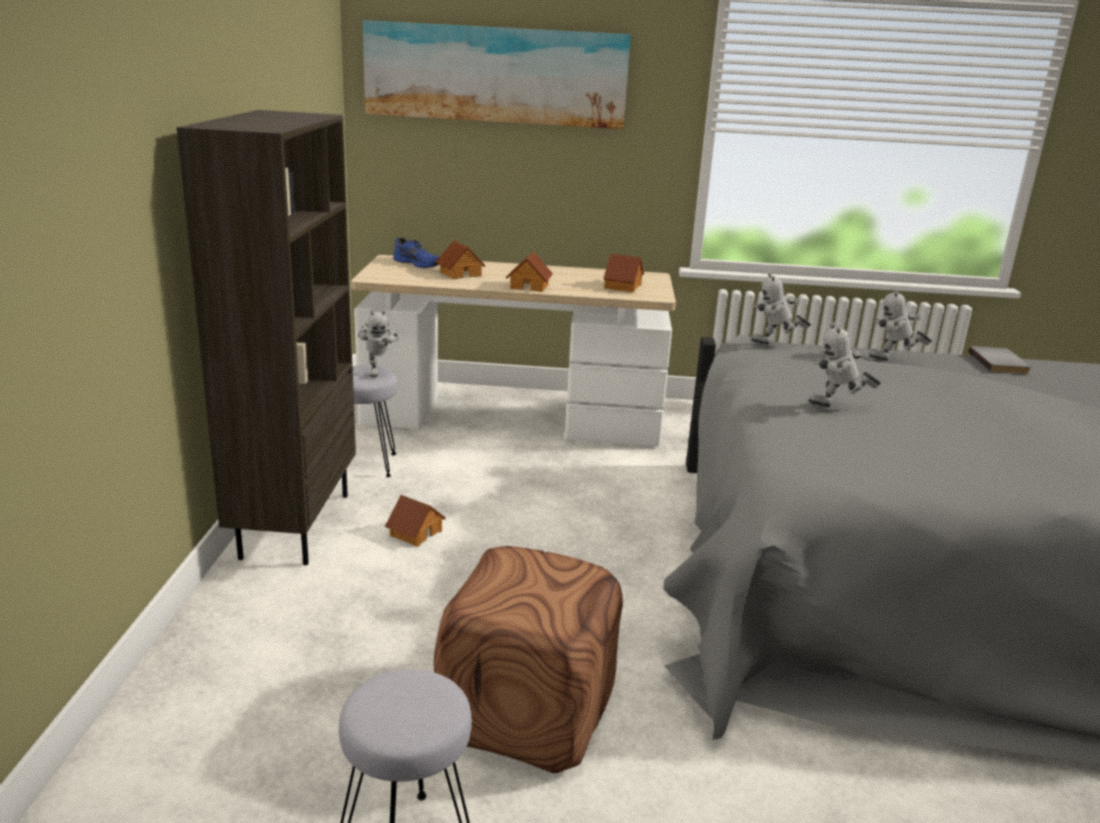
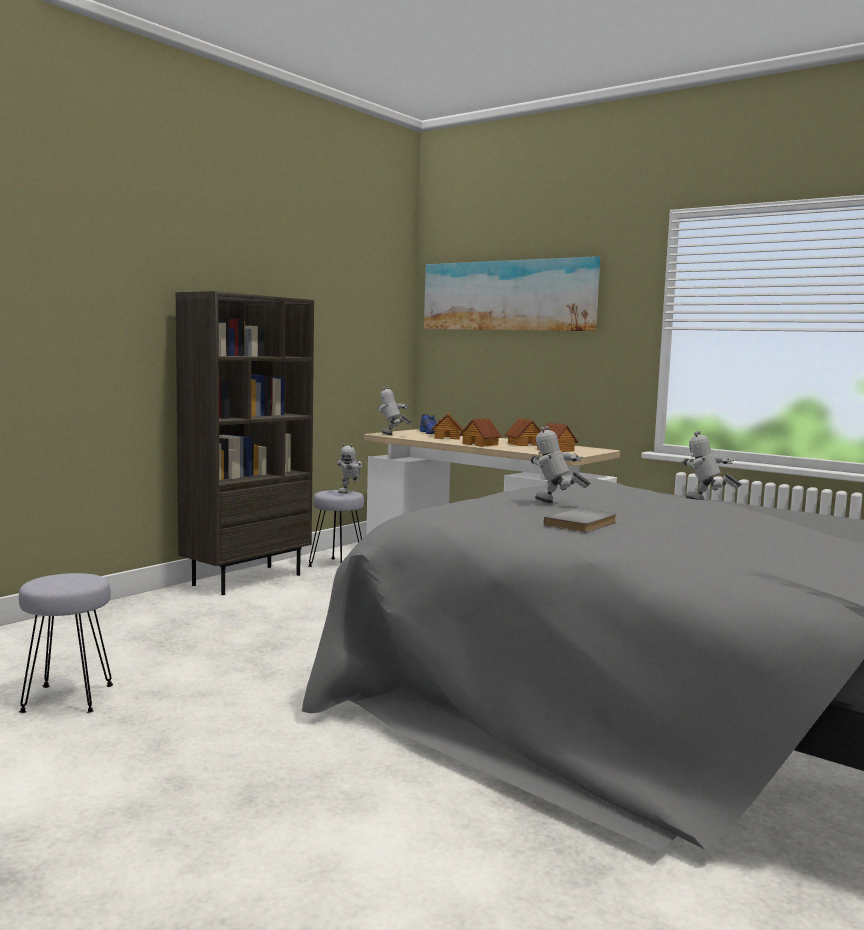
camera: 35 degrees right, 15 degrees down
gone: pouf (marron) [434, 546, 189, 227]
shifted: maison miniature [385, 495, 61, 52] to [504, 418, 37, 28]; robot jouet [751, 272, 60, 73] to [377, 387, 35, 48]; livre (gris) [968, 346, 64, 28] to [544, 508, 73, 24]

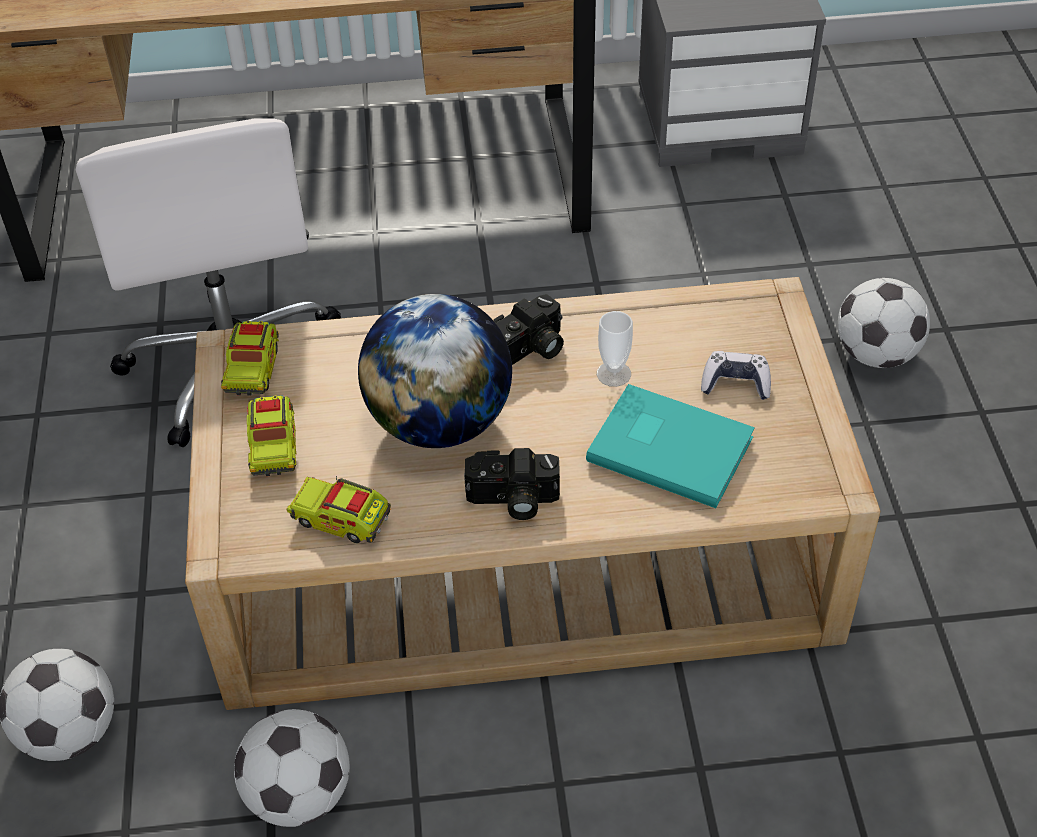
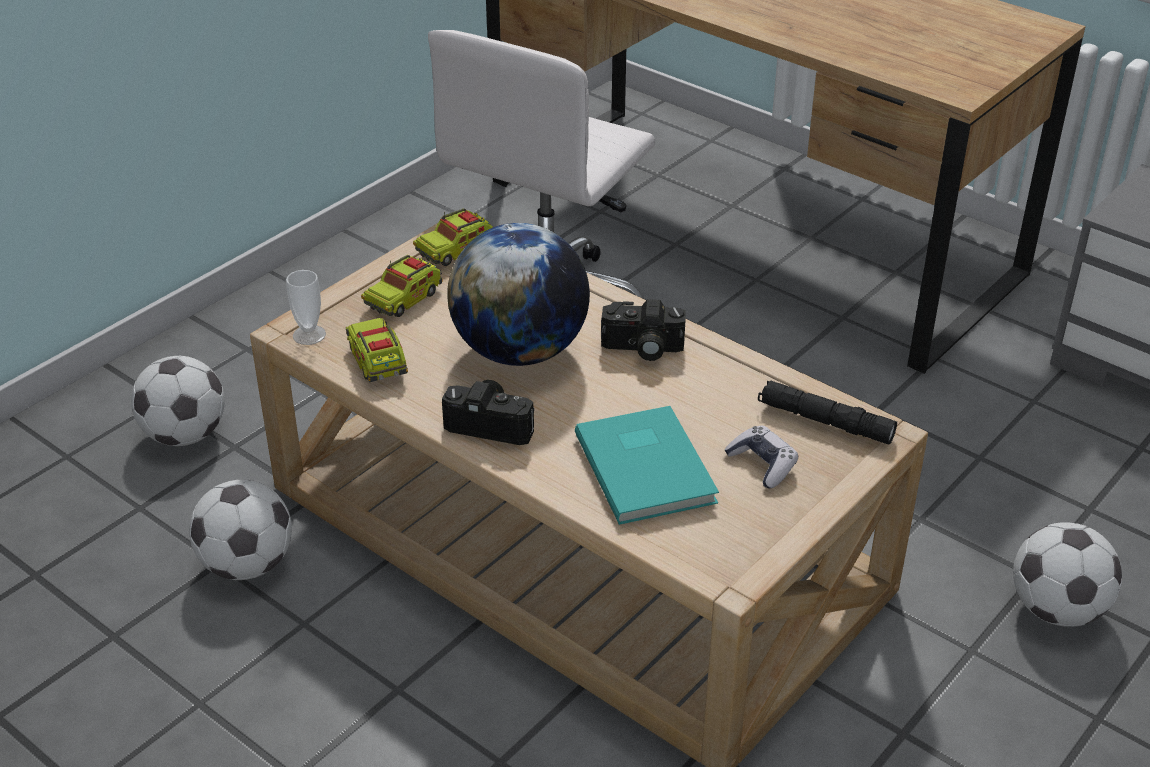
camera: 45 degrees right, 10 degrees down
new: lampe de poche (noir) [758, 381, 139, 63]
shifted: tasse [597, 311, 36, 76] to [286, 270, 40, 75]
rotated: appareil photo [464, 448, 96, 72] = [442, 380, 92, 65] 150 degrees clockwise

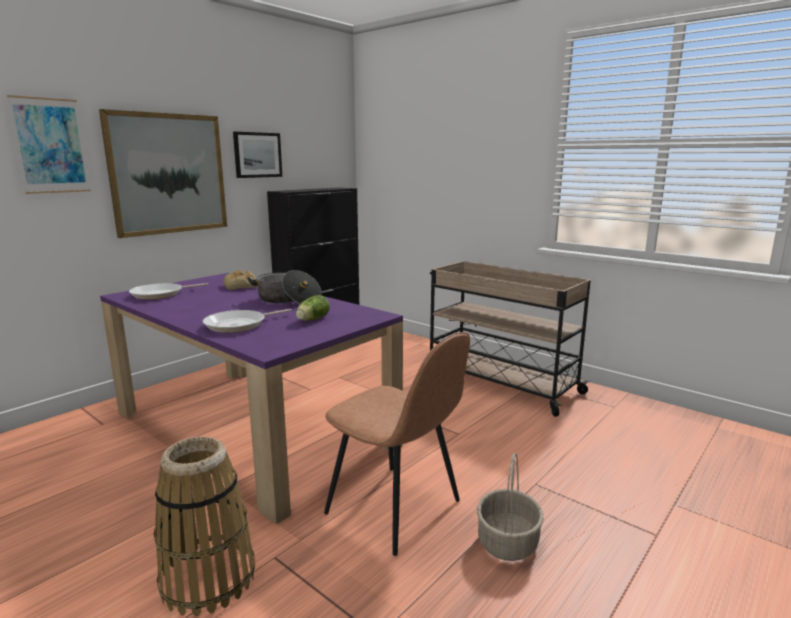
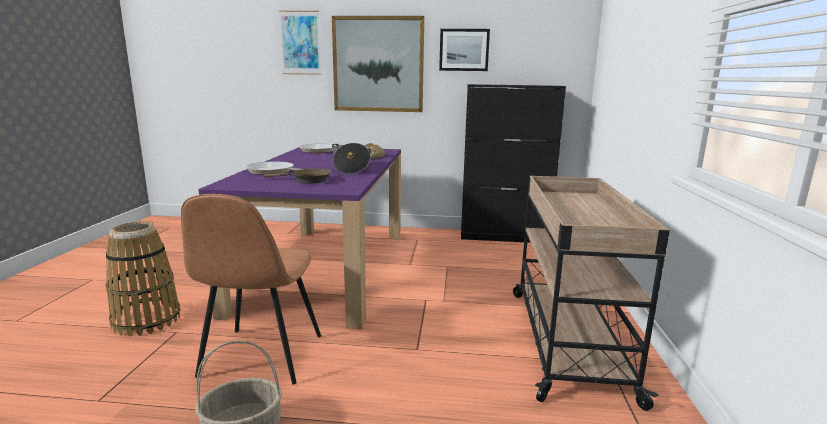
camera: 55 degrees right, 0 degrees up
swapped: laitue [296, 295, 34, 26] to poêle (marron) [264, 169, 67, 15]

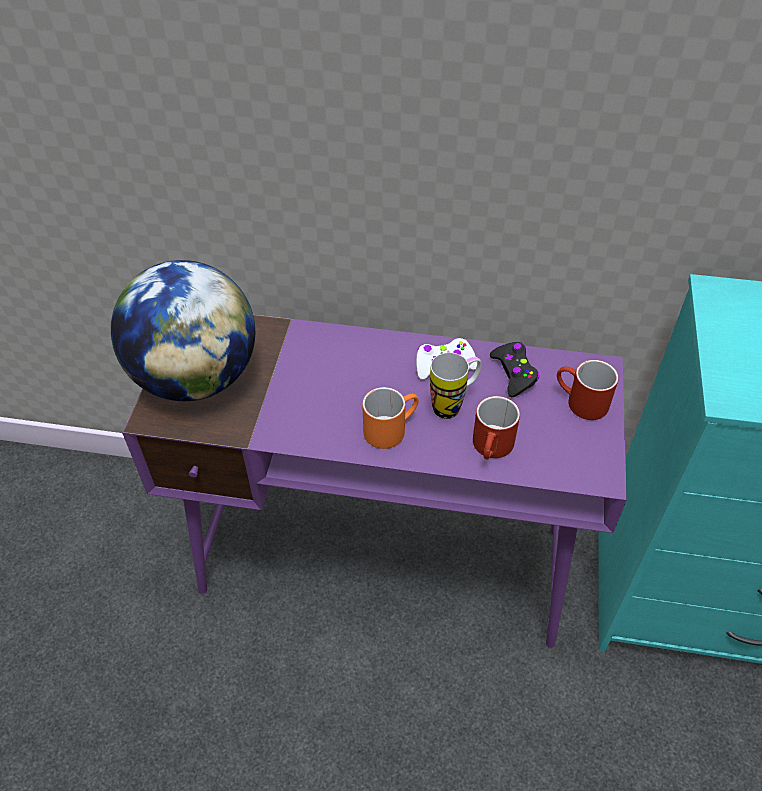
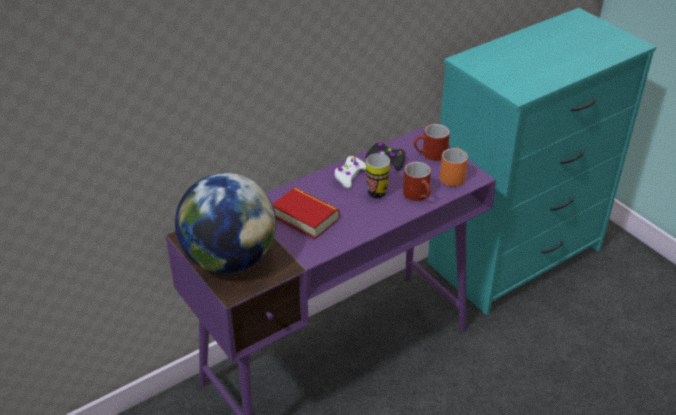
camera: 45 degrees left, 10 degrees down
new: livre [273, 187, 66, 52]
shifted: mug (orange) [362, 387, 57, 62] to [440, 147, 28, 40]

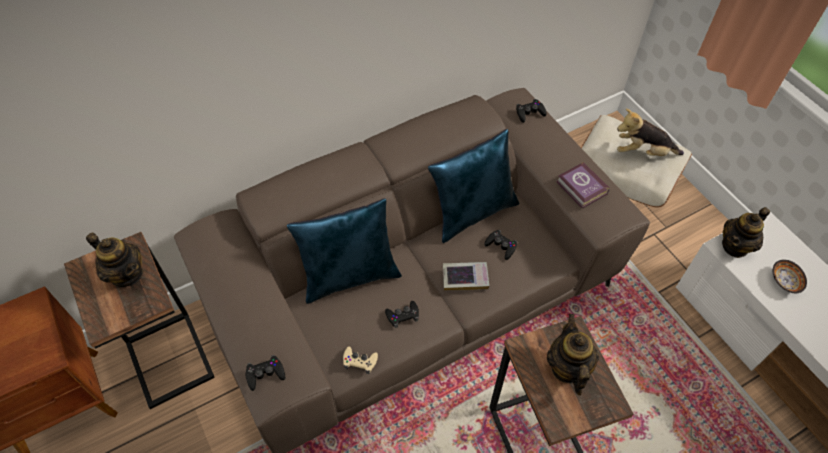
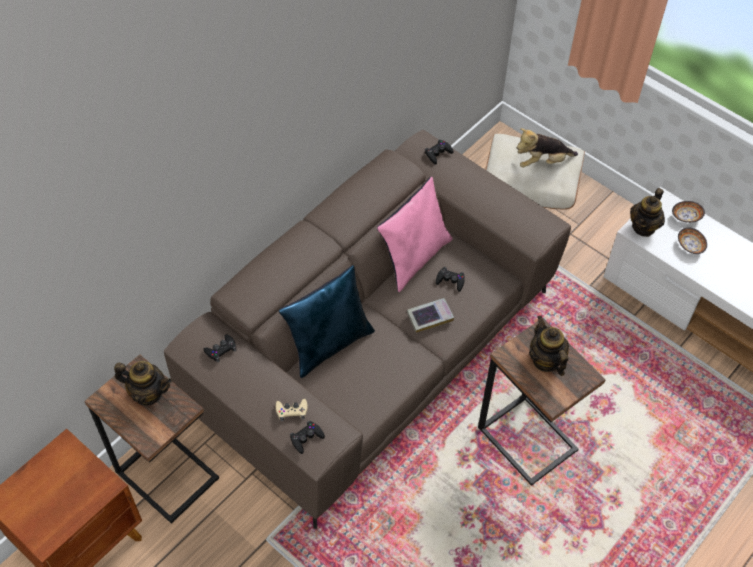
camera: 20 degrees left, 0 degrees up
gone: livre [556, 162, 54, 47]
new: bol [672, 201, 33, 22]
shifted: manette (beige) [343, 346, 35, 28] to [276, 399, 32, 22]; manette (noir) [385, 301, 34, 27] to [203, 334, 33, 28]
repainted: coussin (bleu) [428, 129, 91, 114] to coussin (rose) [377, 176, 76, 116]

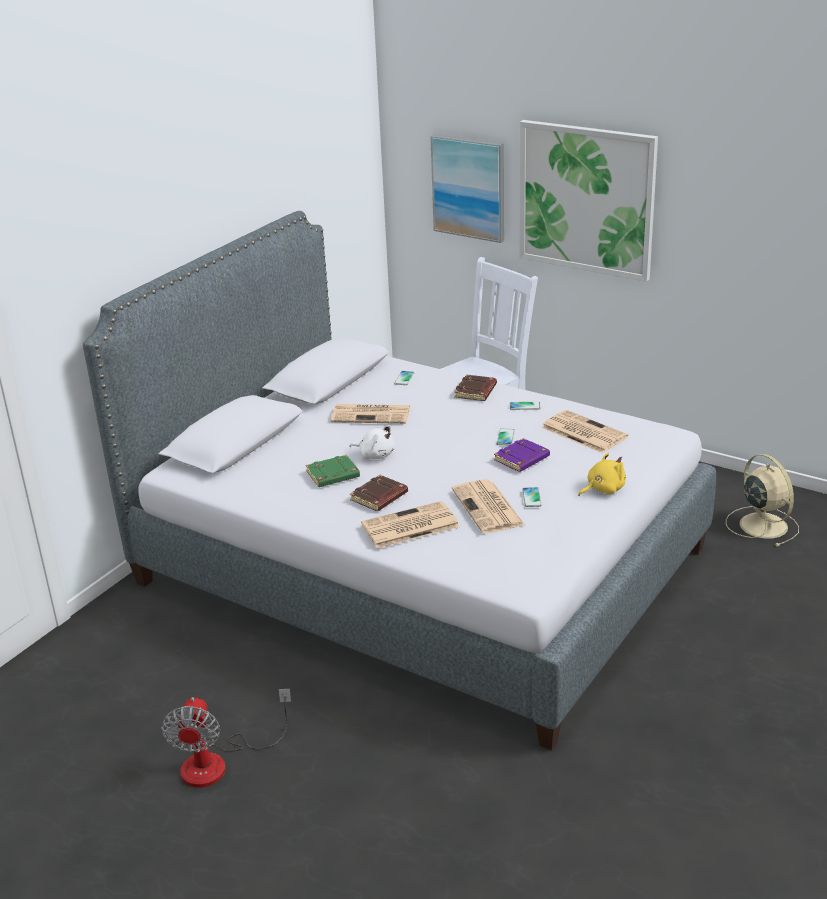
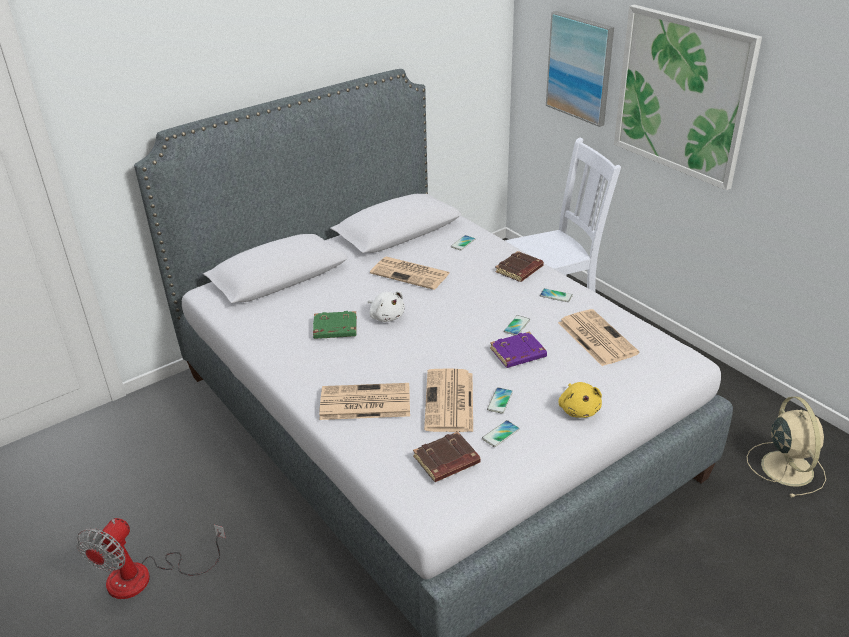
camera: 20 degrees right, 5 degrees up
new: téléphone [482, 420, 38, 27]
shifted: livre (marron) [350, 475, 58, 36] to [413, 431, 68, 51]
rotated: peluche (jaune) [578, 452, 48, 44] = [558, 382, 44, 36] 90 degrees clockwise

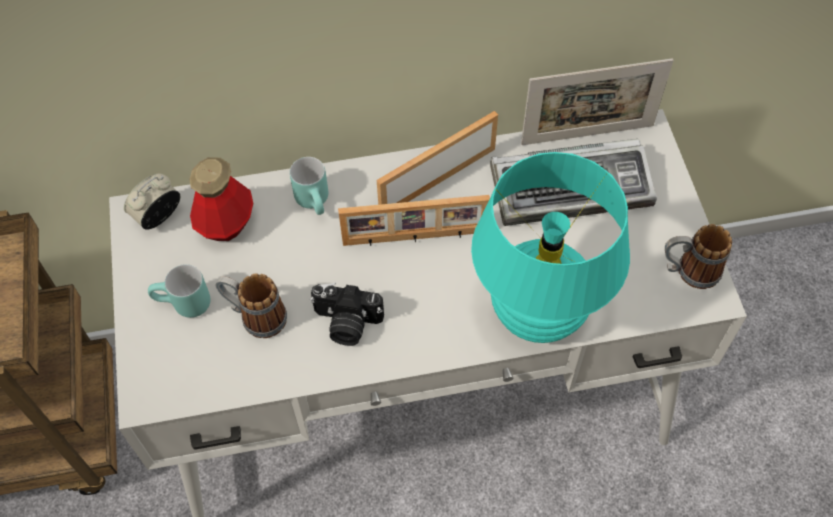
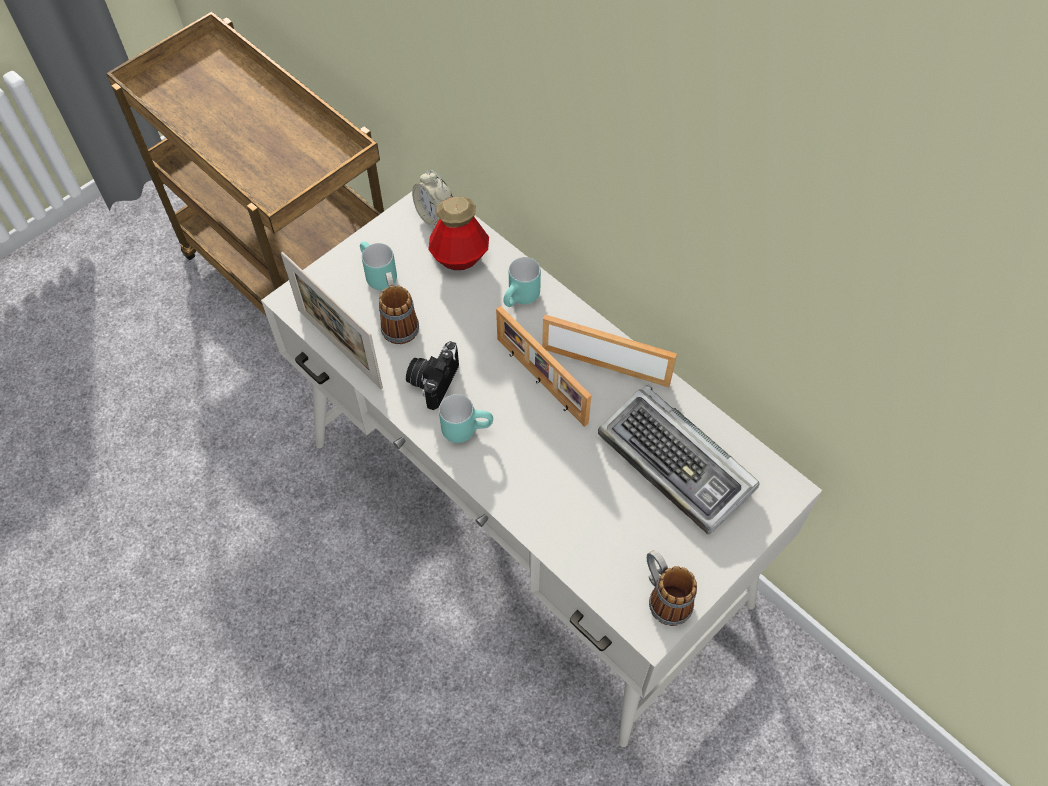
camera: 55 degrees right, 0 degrees up
gone: lampe de table (turquoise) [471, 152, 159, 191]
new: mug (turquoise) [439, 394, 54, 49]
shifted: cadre photo [521, 58, 153, 87] to [281, 252, 102, 137]
rotated: réveil [124, 174, 56, 56] = [412, 170, 41, 56] 135 degrees counterclockwise; appareil photo [310, 282, 74, 64] = [406, 341, 53, 69] 45 degrees clockwise

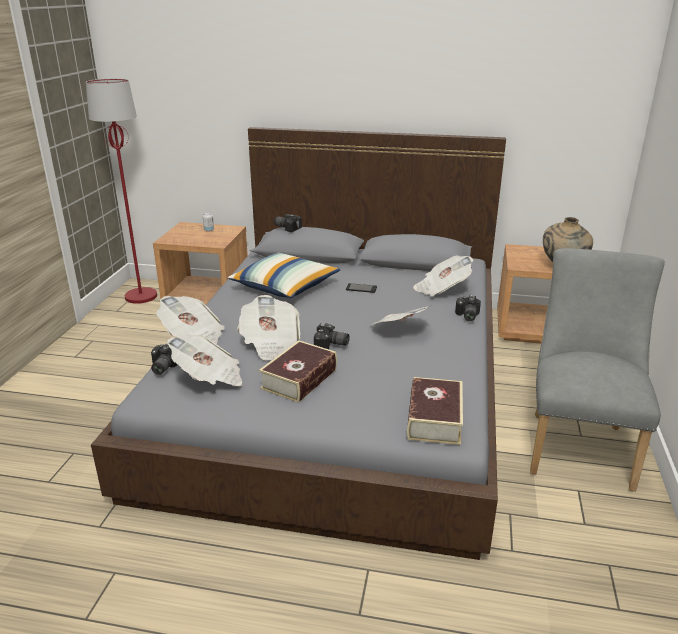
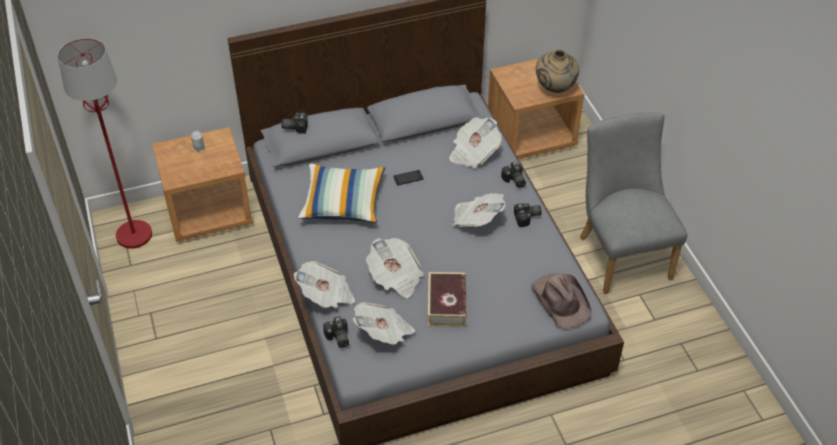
camera: 30 degrees left, 20 degrees up
shifted: appareil photo [314, 323, 36, 26] to [514, 203, 28, 24]
swapped: livre [407, 377, 56, 68] to chapeau (marron) [531, 273, 61, 55]

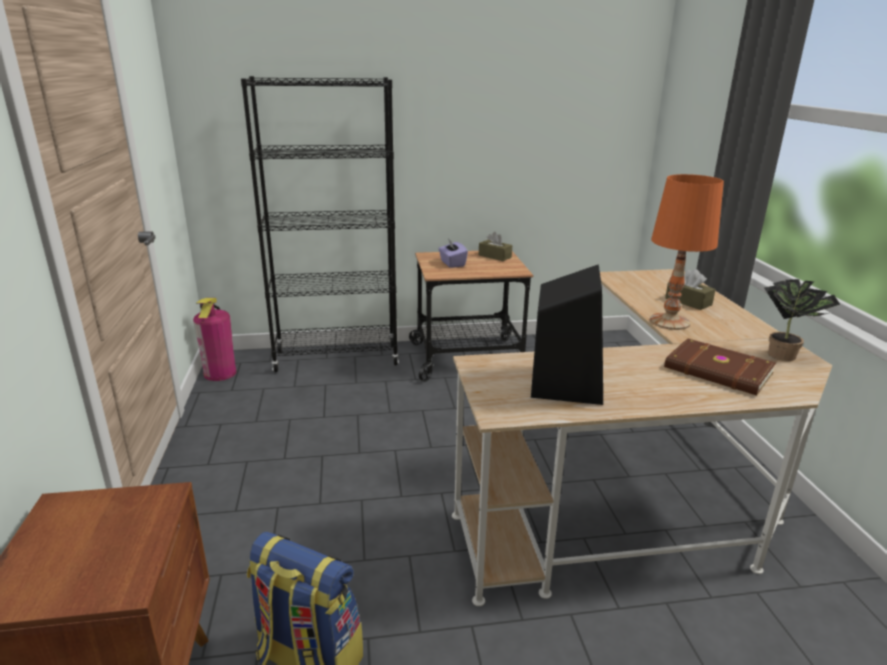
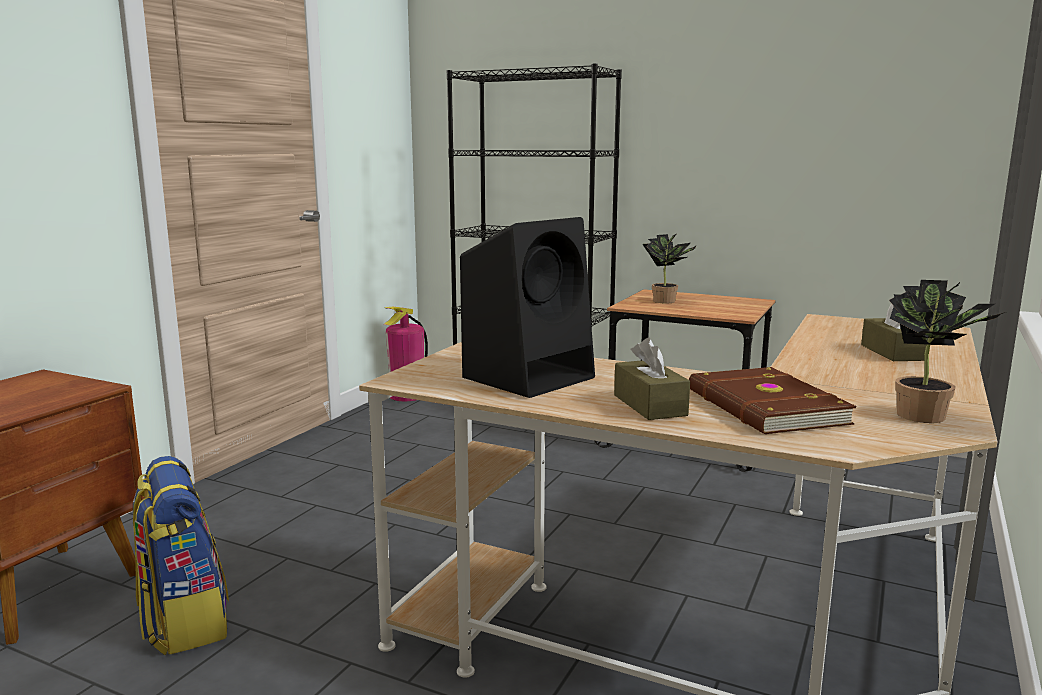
camera: 35 degrees right, 10 degrees down
gone: lampe de table (orange) [650, 174, 74, 156]
shifted: boîte à mouchoirs (marron) [479, 232, 33, 29] to [614, 338, 76, 82]
swapped: boîte à mouchoirs (violet) [438, 239, 30, 29] to plante en pot [643, 234, 53, 69]

